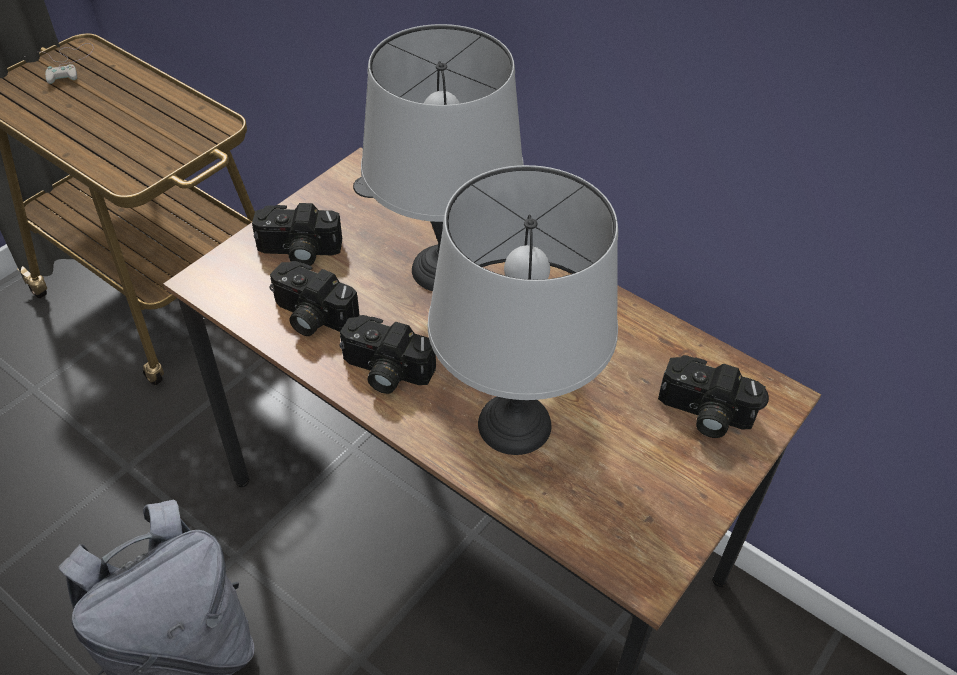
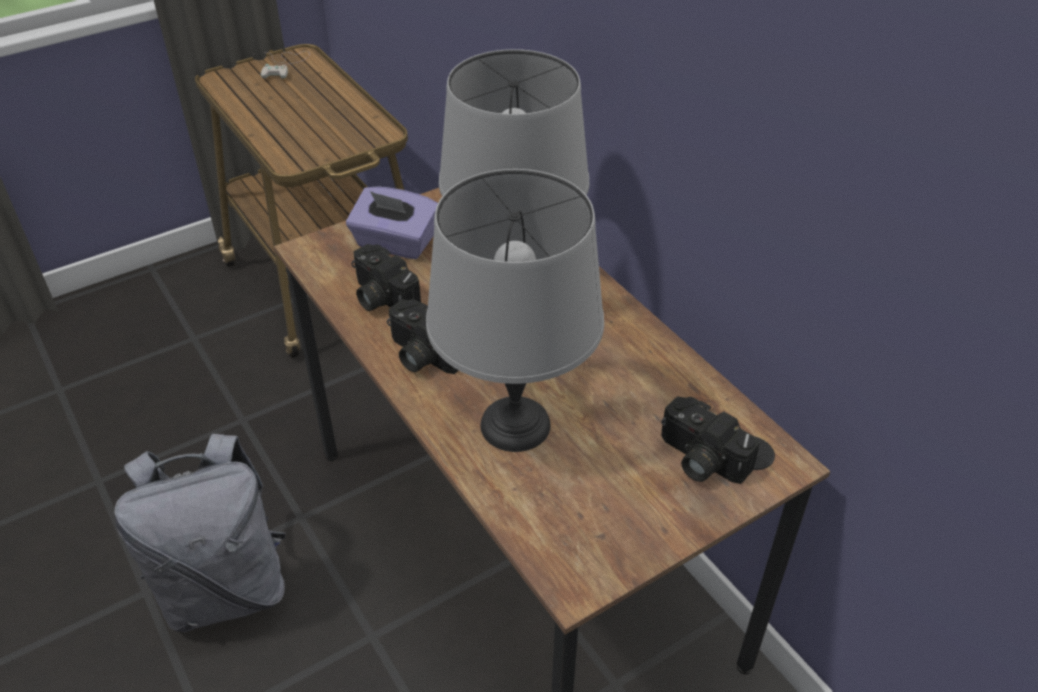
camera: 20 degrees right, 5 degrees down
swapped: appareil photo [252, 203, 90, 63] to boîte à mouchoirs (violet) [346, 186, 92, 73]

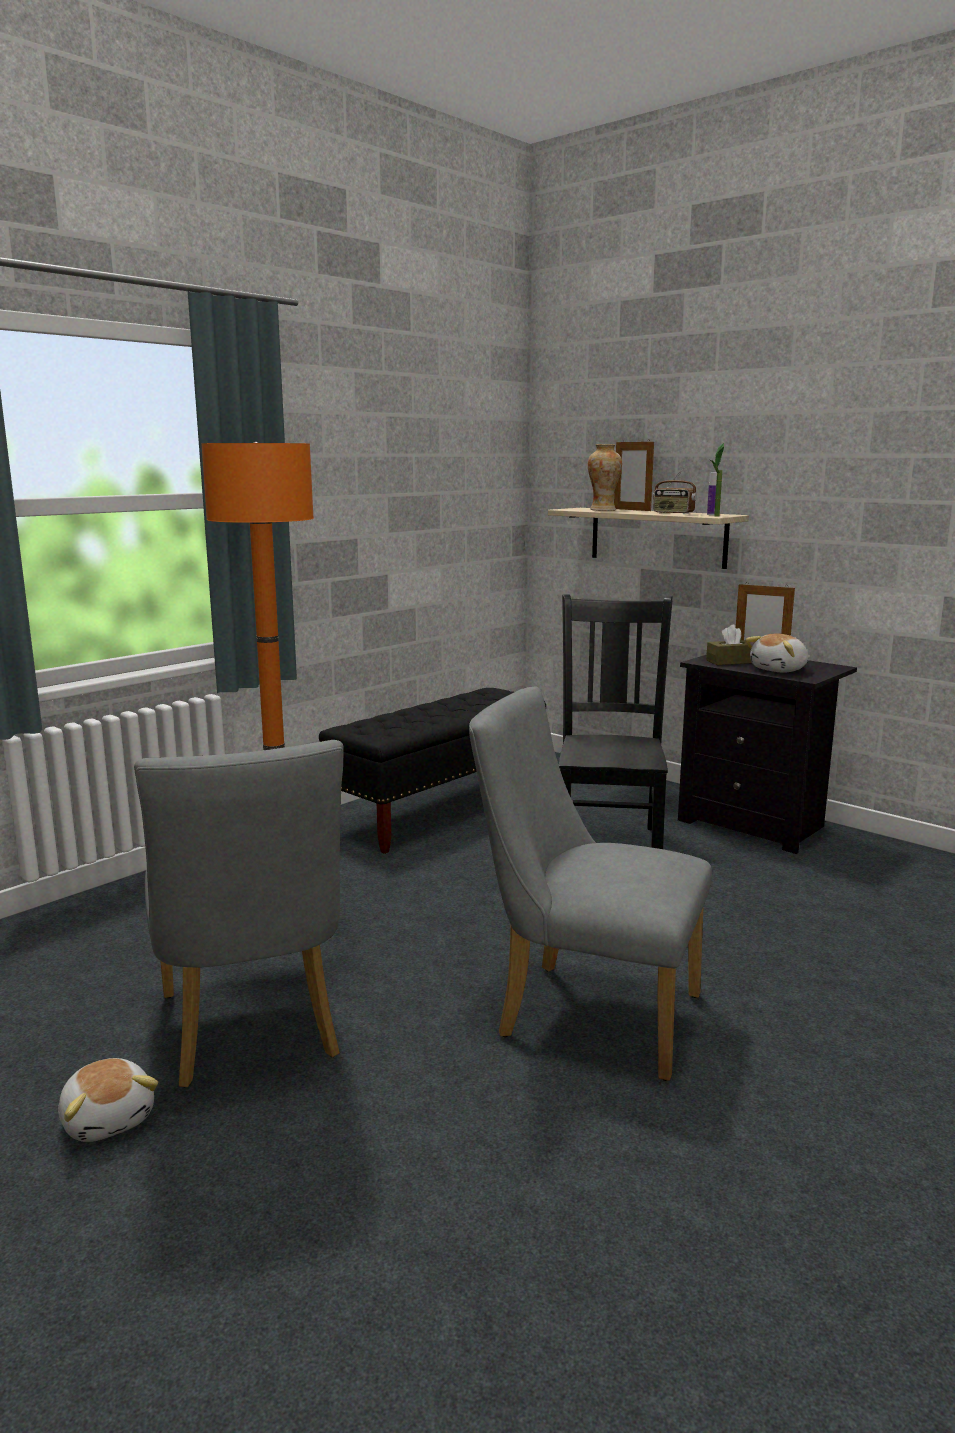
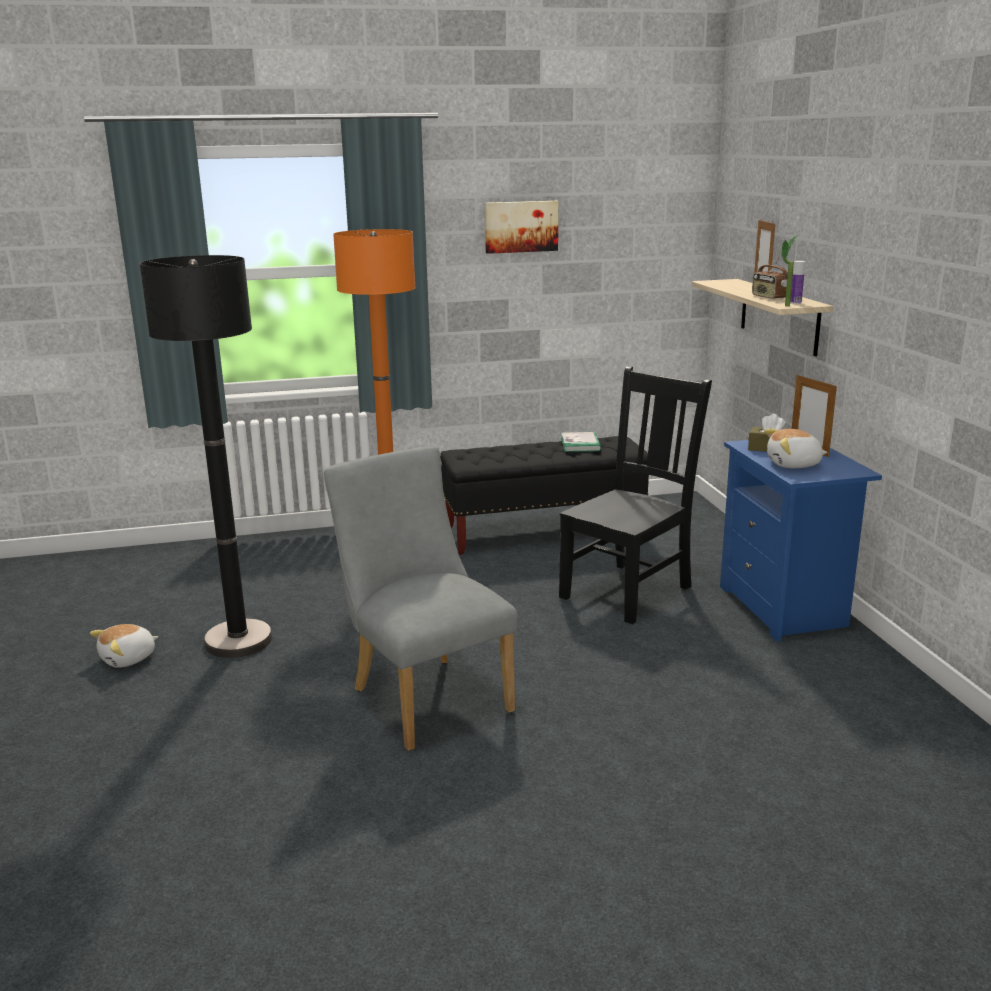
camera: 35 degrees right, 5 degrees up
gone: vase [588, 444, 34, 67]
new: tableau [485, 201, 73, 53]; livre [561, 432, 40, 20]
swapped: chaise (gris) [134, 740, 210, 348] to lampadaire (noir) [139, 255, 133, 403]
repainted: table de chevet (noir) [678, 655, 179, 199] to table de chevet (bleu) [720, 440, 162, 202]
rotated: peluche [58, 1058, 100, 84] = [90, 624, 68, 44] 45 degrees clockwise

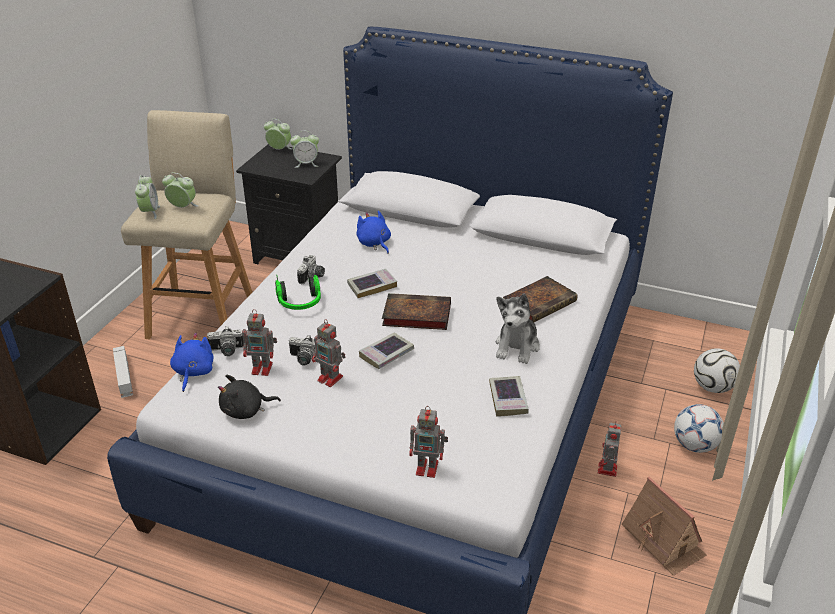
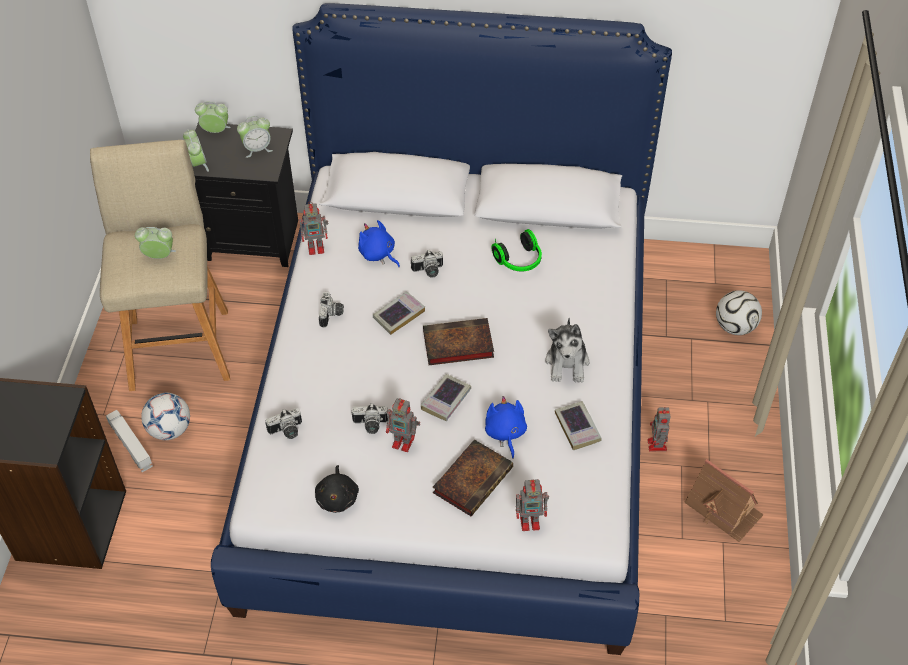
camera: 15 degrees left, 15 degrees up
new: appareil photo [411, 250, 32, 28]
shifted: réveil [135, 175, 25, 44] to [183, 129, 26, 43]; peluche (bleu) [170, 332, 44, 60] to [485, 396, 42, 63]; robot jouet [242, 309, 35, 67] to [299, 202, 29, 53]; casque audio [275, 275, 46, 35] to [492, 229, 50, 42]; livre [503, 276, 74, 46] to [433, 439, 80, 77]; ballon de foot [674, 404, 50, 49] to [141, 393, 49, 47]
rotated: peluche (noir) [218, 375, 63, 44] = [315, 465, 44, 48] 60 degrees counterclockwise

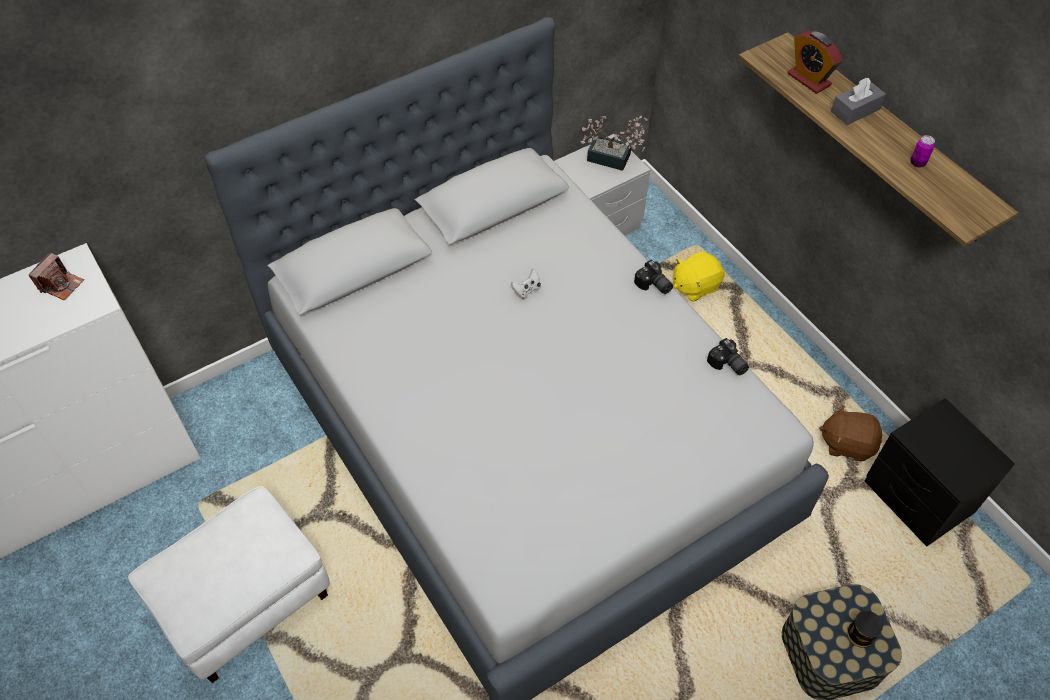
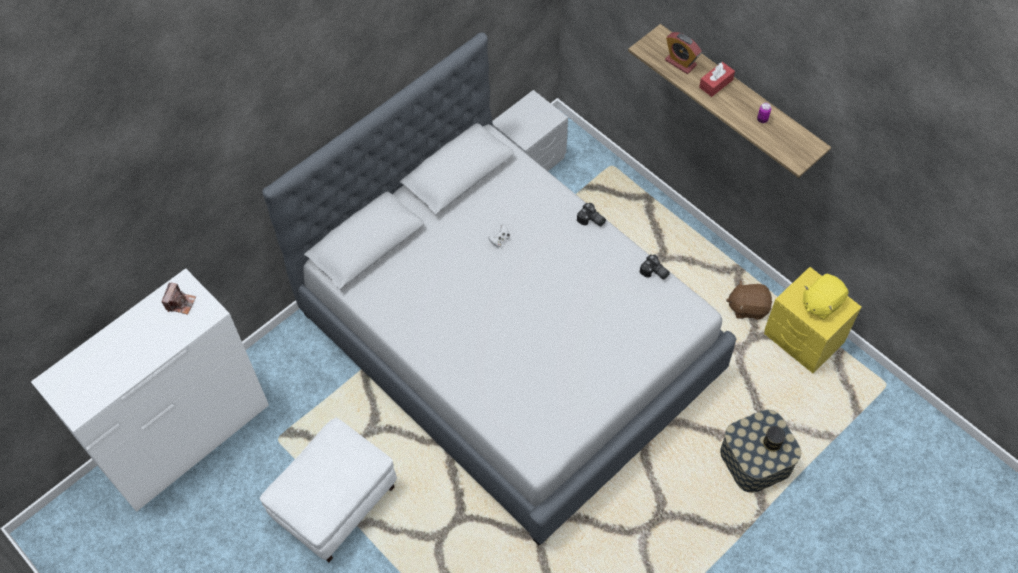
camera: 10 degrees left, 5 degrees up
gone: plante en pot [580, 116, 68, 55]
shifted: peluche (jaune) [673, 251, 52, 51] to [802, 274, 47, 46]
repainted: boîte à mouchoirs (gris) [831, 78, 55, 47] to boîte à mouchoirs (rouge) [699, 62, 36, 35]; table de chevet (noir) [865, 398, 150, 149] to table de chevet (jaune) [764, 267, 97, 106]

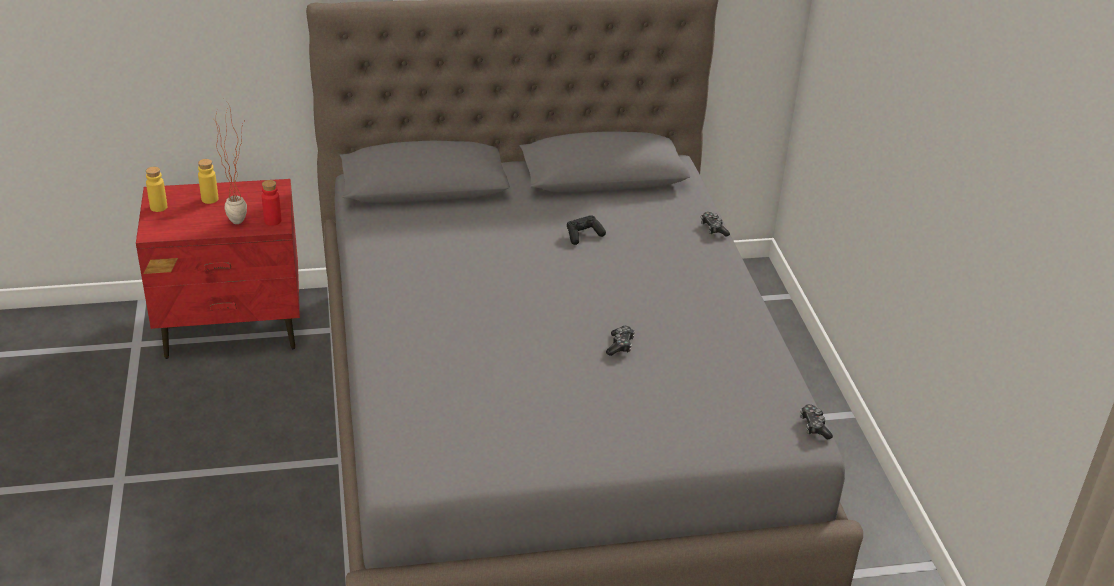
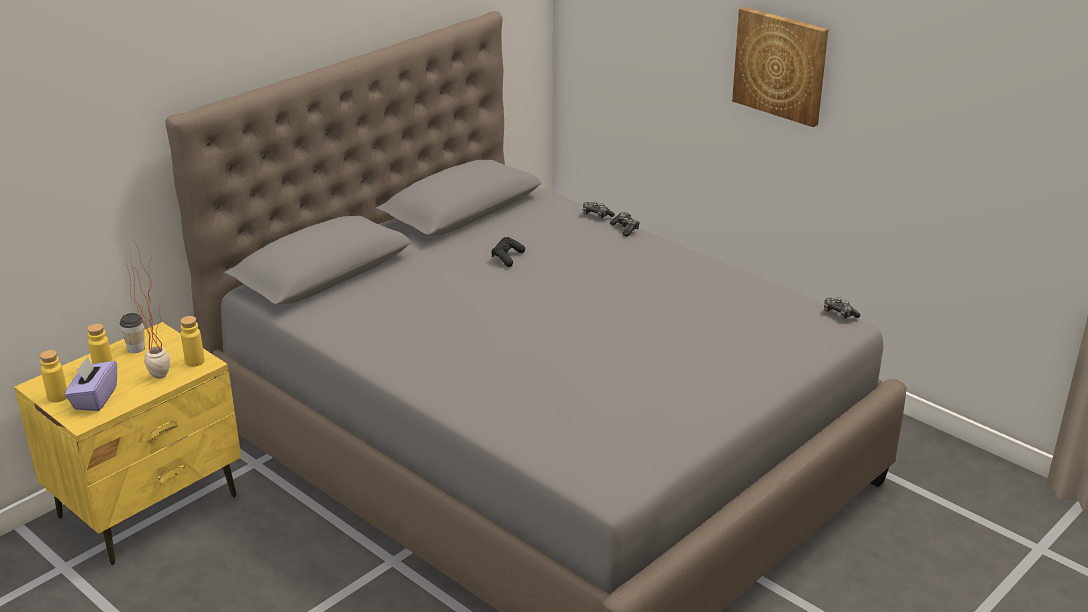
camera: 35 degrees left, 5 degrees down
new: boîte à mouchoirs (violet) [65, 357, 52, 54]; tasse [120, 313, 25, 40]; tableau [732, 7, 97, 120]
shifted: manette [606, 326, 29, 30] to [610, 212, 30, 24]
repainted: table de chevet (rouge) [136, 179, 164, 180] to table de chevet (jaune) [14, 322, 227, 243]; bouteille (rouge) [262, 180, 19, 46] to bouteille (jaune) [180, 316, 25, 51]

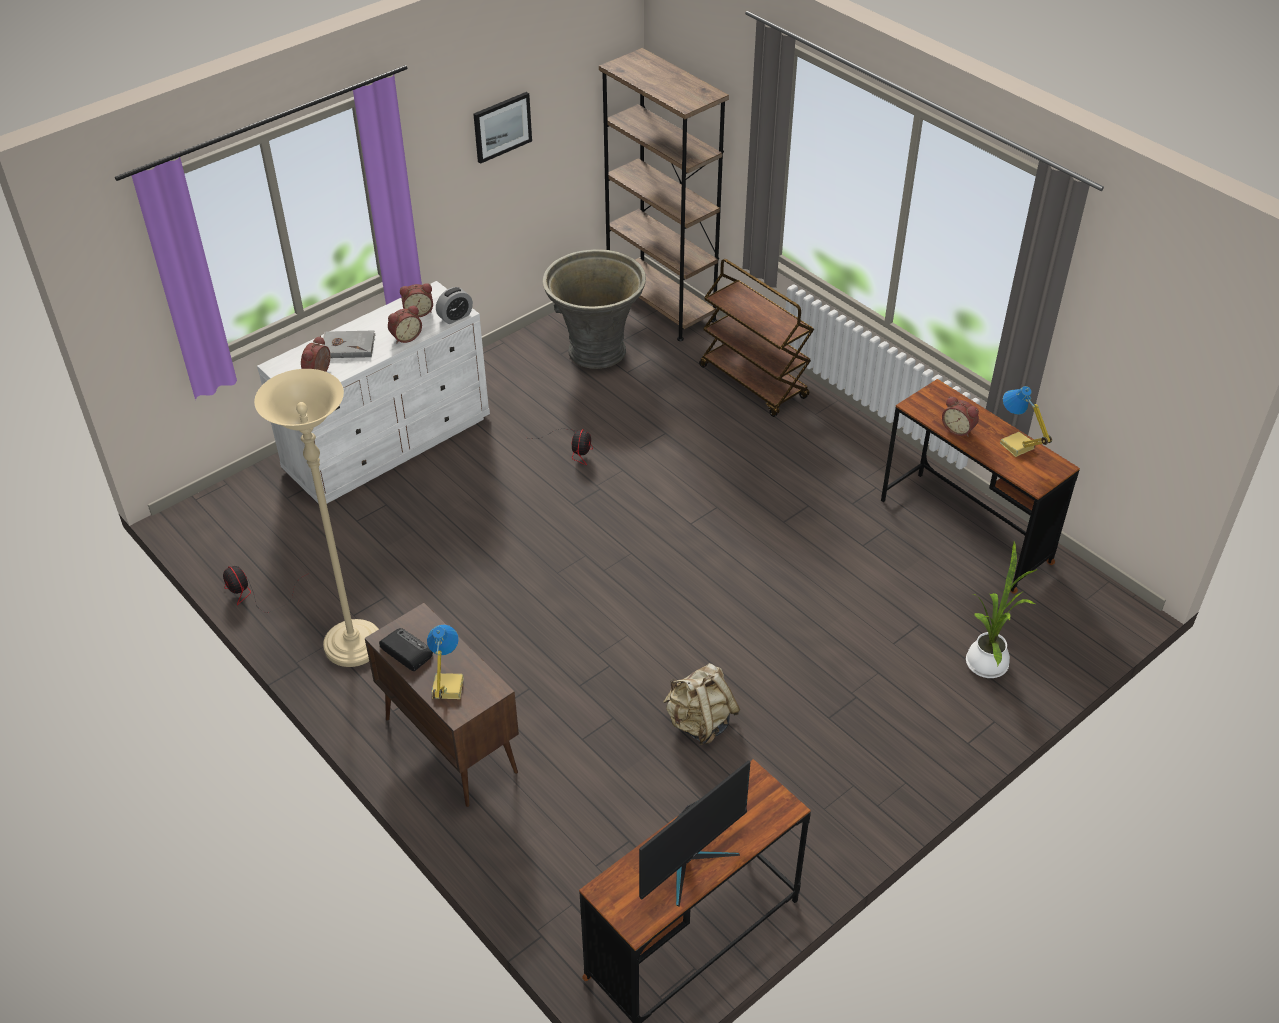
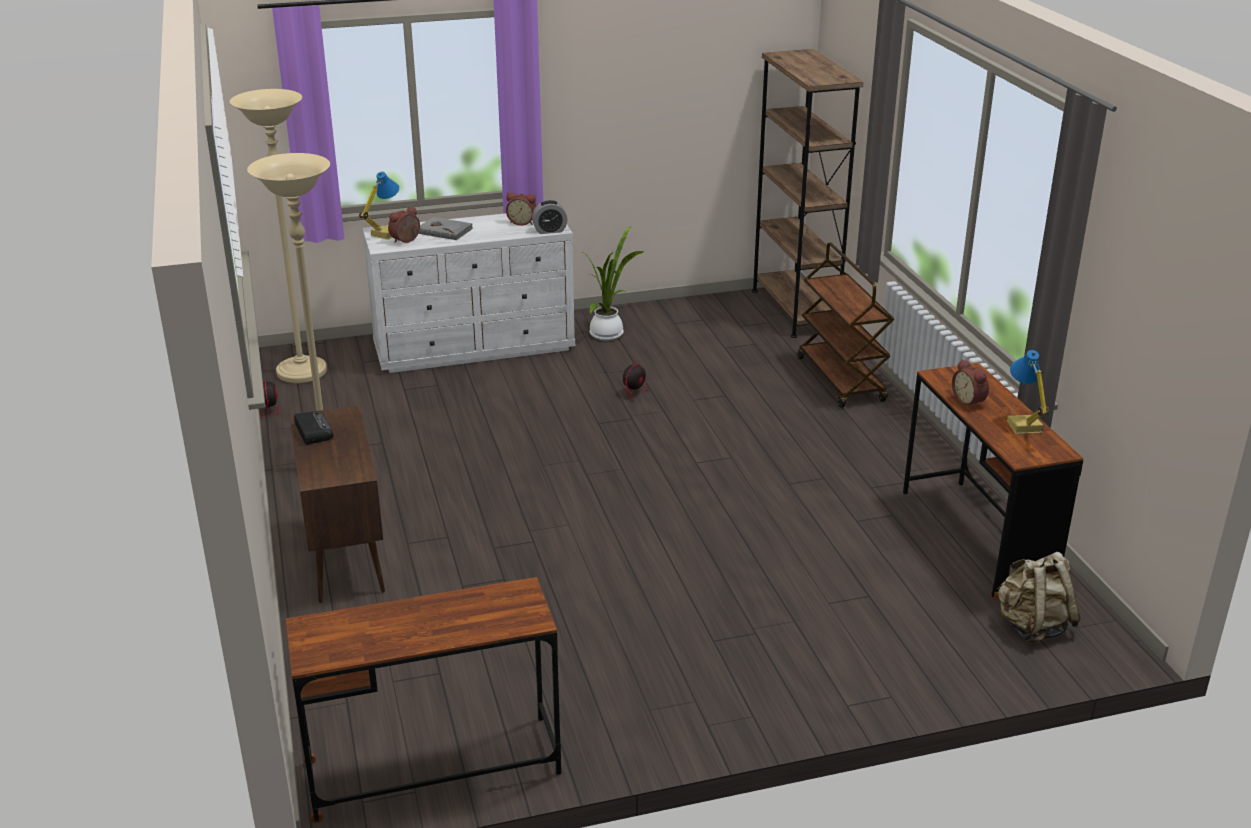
camera: 25 degrees right, 15 degrees down
gone: réveil [388, 306, 34, 38]; tableau [473, 92, 59, 72]; cache-pot (gris) [543, 249, 103, 120]; écran d'ordinateur [639, 760, 112, 147]
new: lampadaire (beige) [230, 89, 97, 294]
shifted: lampe de table [427, 625, 37, 74] to [359, 172, 40, 68]; sac à dos (beige) [663, 663, 77, 82] to [997, 552, 84, 91]; plante en pot [966, 541, 71, 137] to [583, 226, 61, 115]

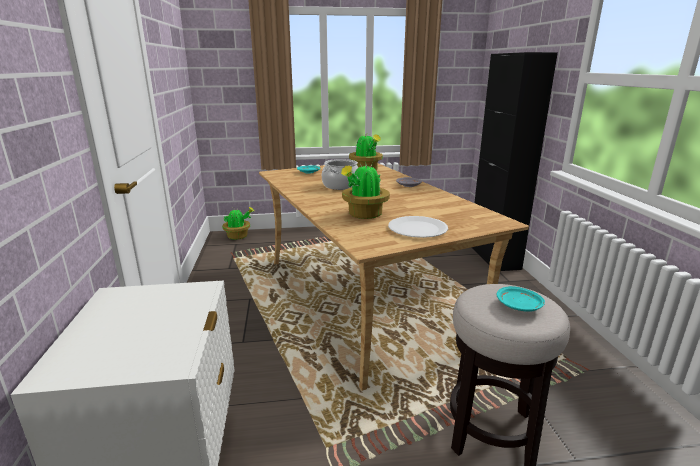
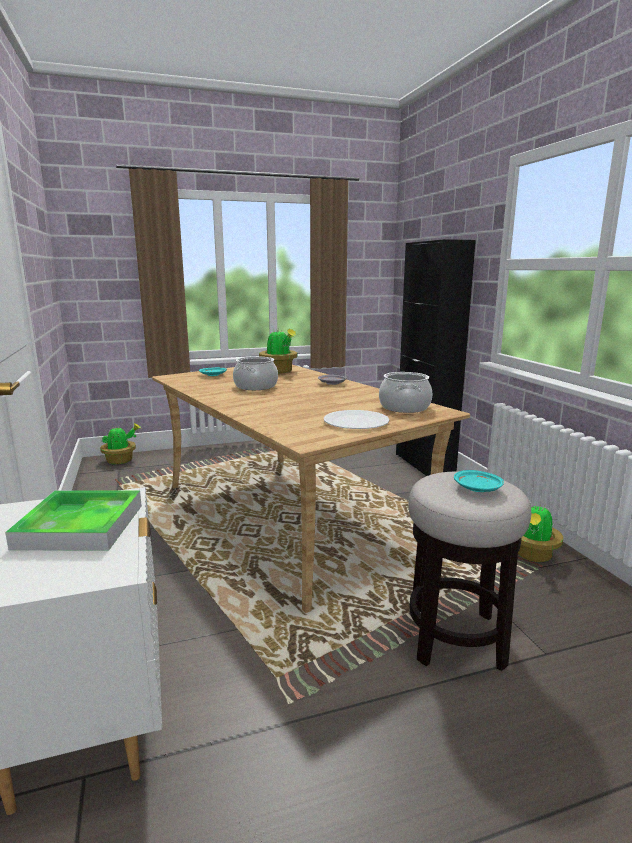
camera: 10 degrees left, 5 degrees down
new: plateau [5, 490, 137, 61]; marmite [379, 372, 53, 41]
shifted: plante en pot [341, 162, 49, 57] to [518, 503, 45, 59]

